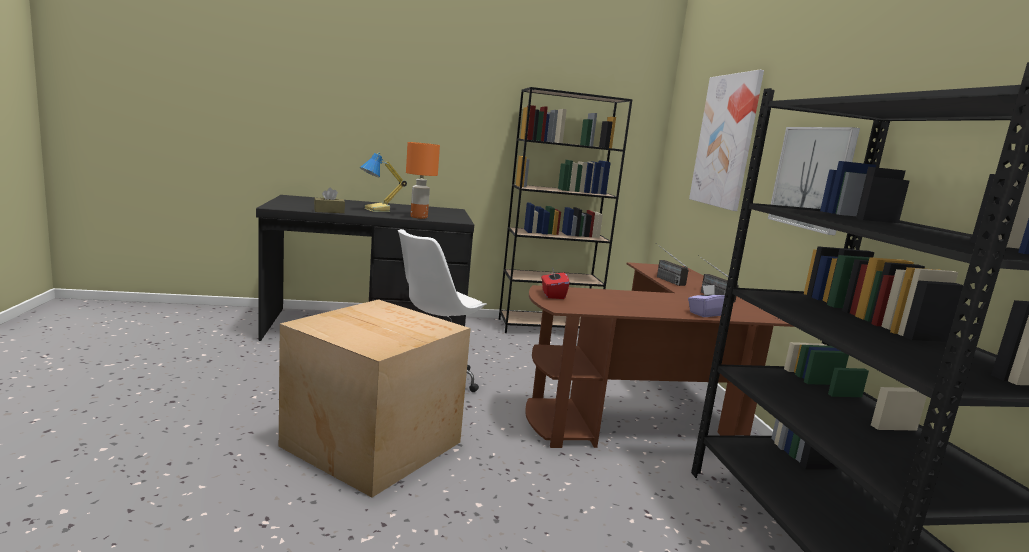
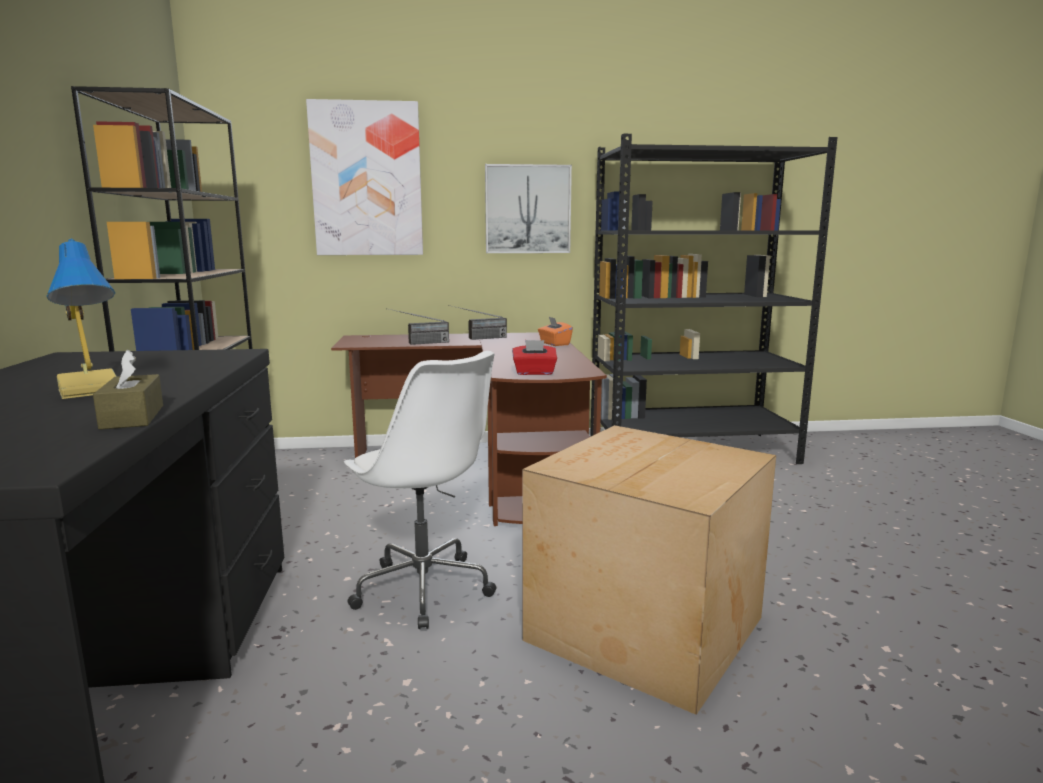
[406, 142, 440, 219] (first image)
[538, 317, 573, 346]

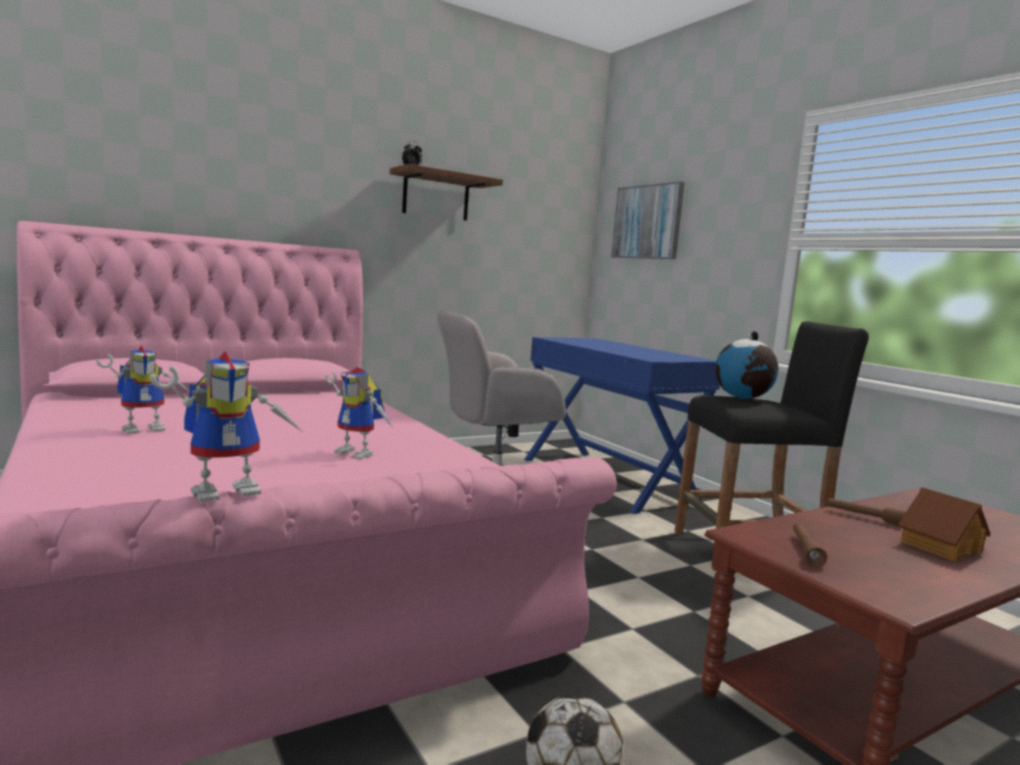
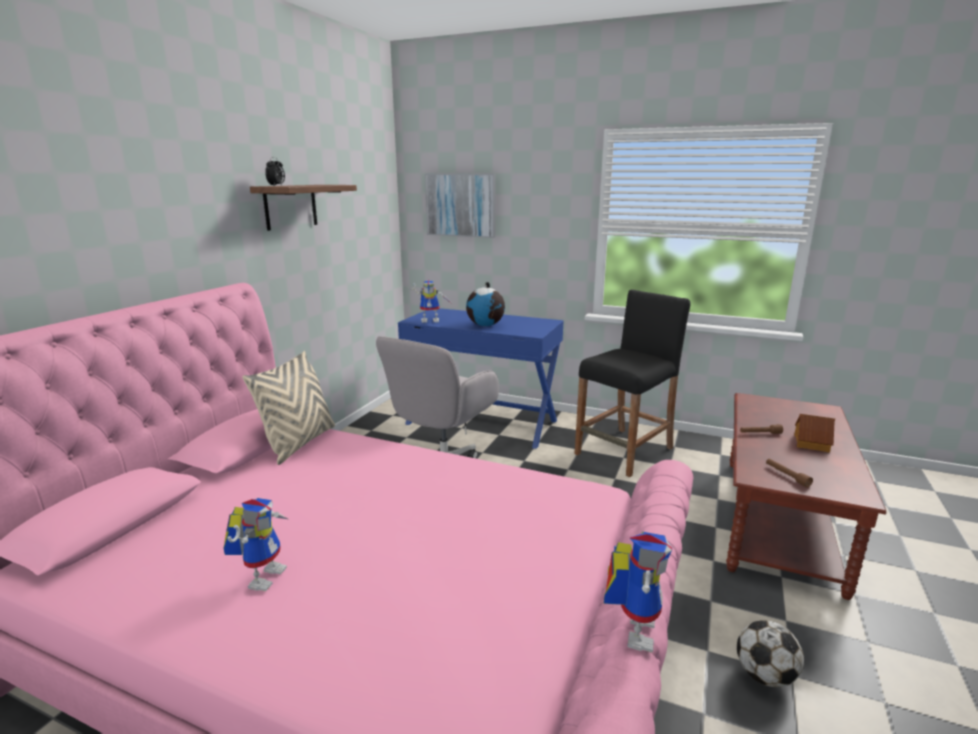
[242, 351, 335, 465]
[409, 279, 451, 323]
[466, 282, 505, 326]

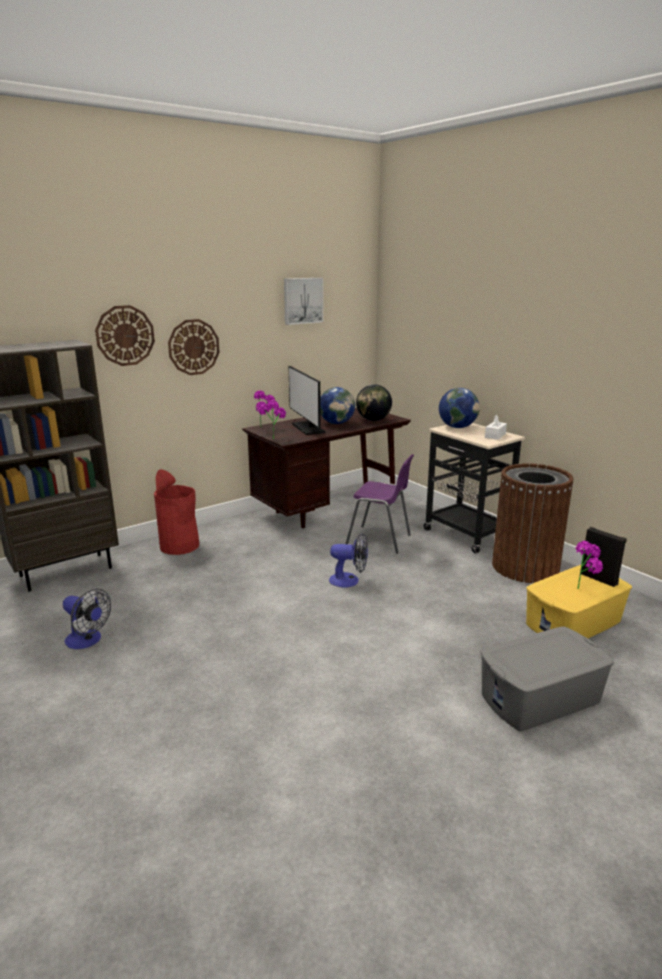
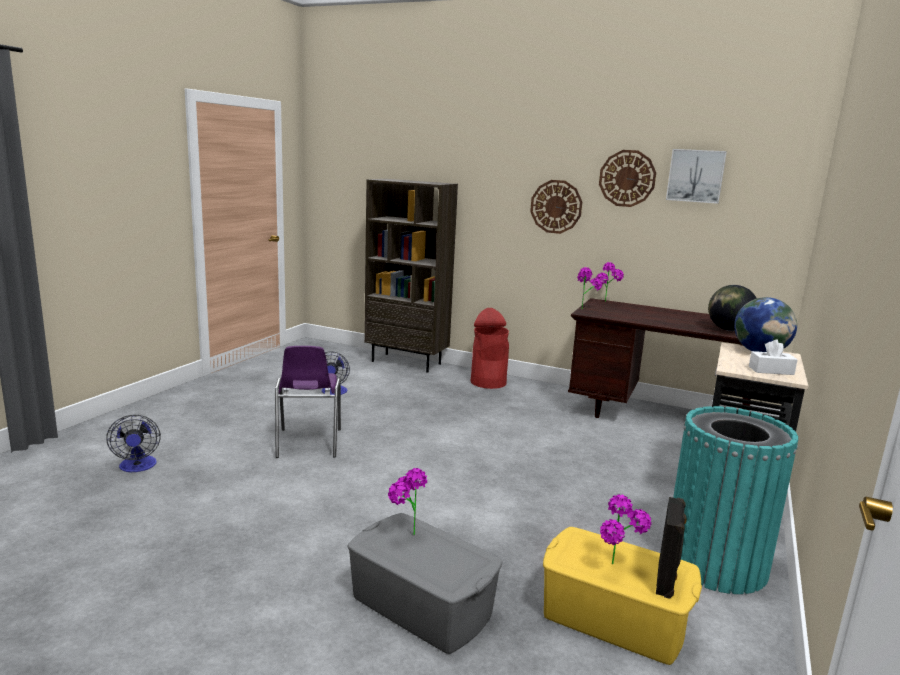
[289, 366, 326, 435] (first image)
[320, 387, 355, 424] (first image)
[388, 468, 427, 535]
[599, 150, 656, 207]
[106, 415, 161, 472]
[275, 346, 341, 458]
[673, 406, 798, 594]

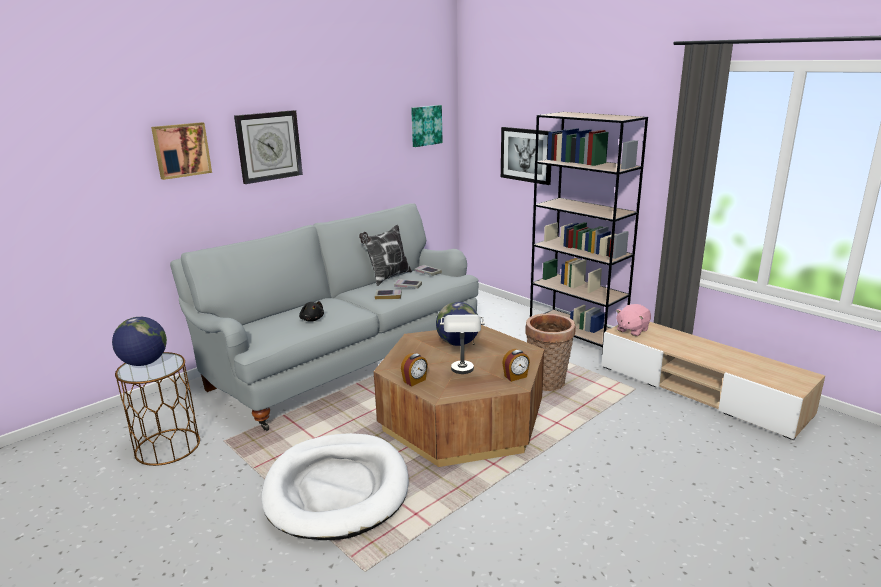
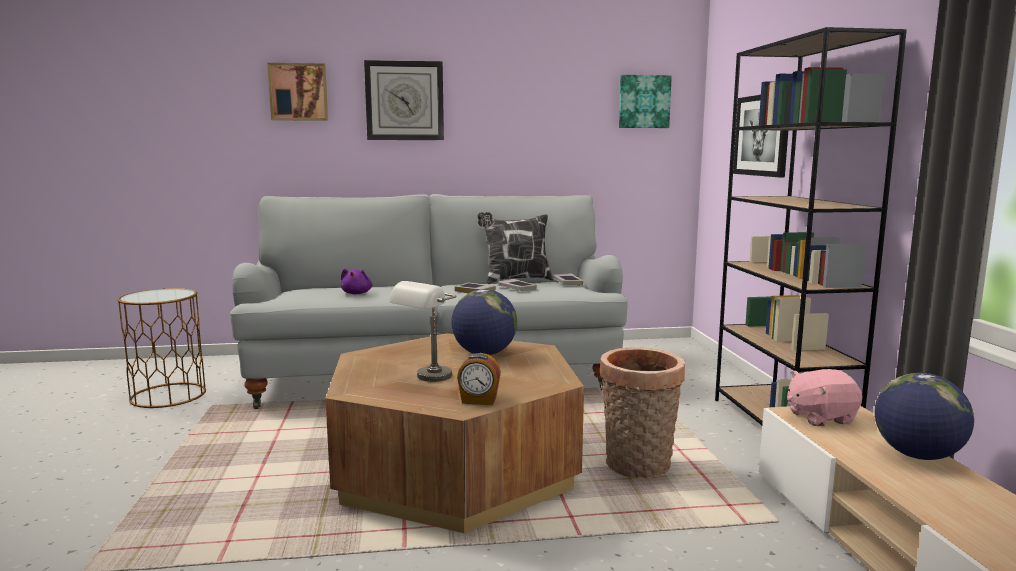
[262, 433, 409, 540] (first image)
[401, 353, 428, 386] (first image)
[875, 373, 974, 460]
[341, 269, 372, 294]

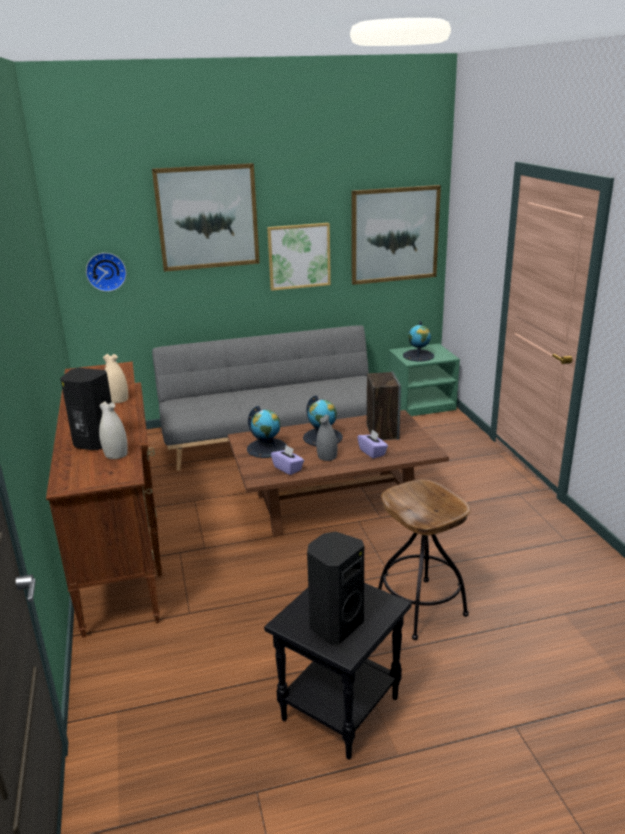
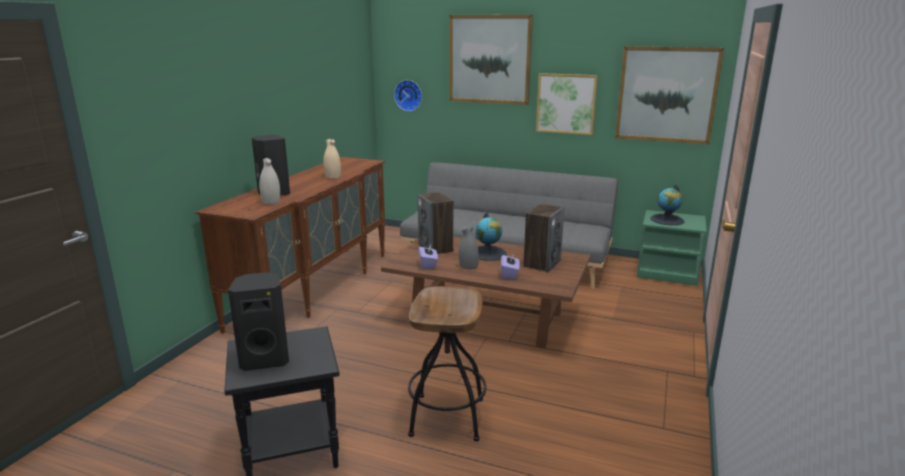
[418, 192, 454, 254]

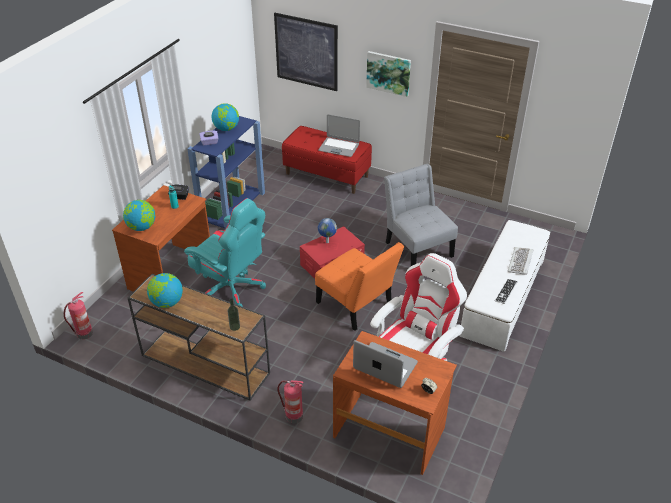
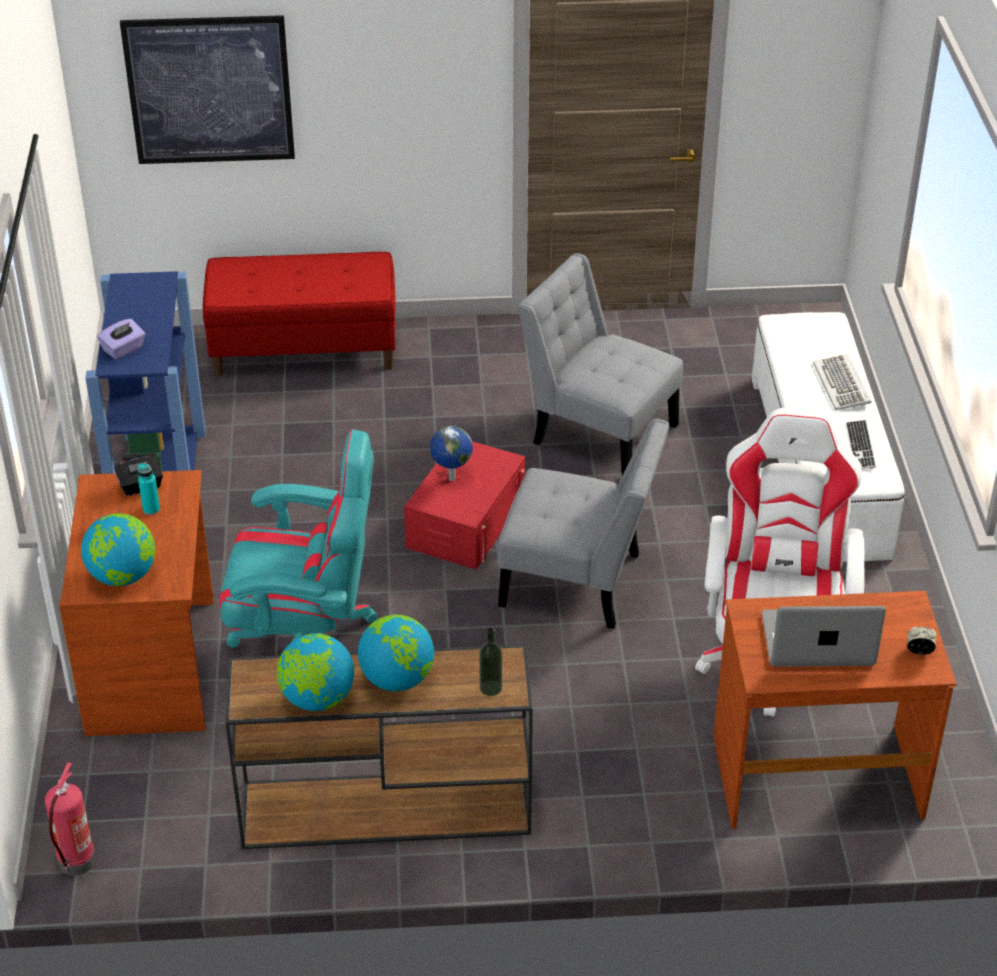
[277, 380, 303, 424] (first image)
[318, 114, 360, 157] (first image)
[366, 51, 411, 97] (first image)
[358, 615, 434, 691]
[498, 419, 670, 629]

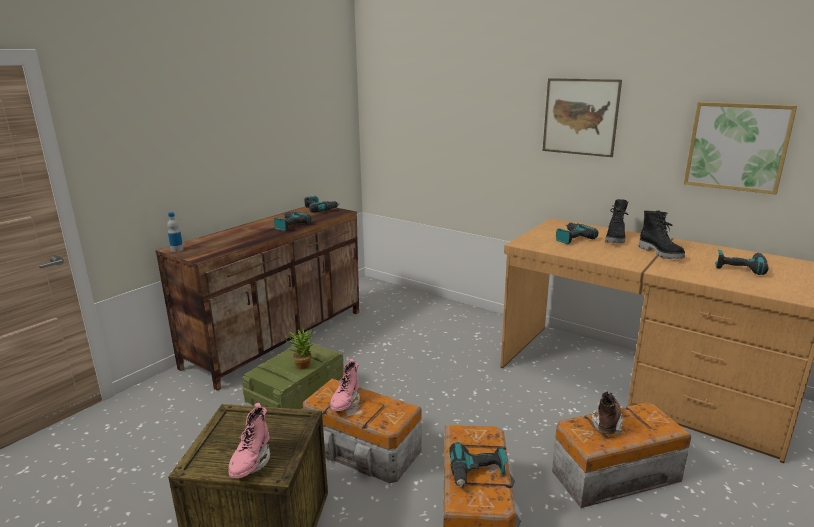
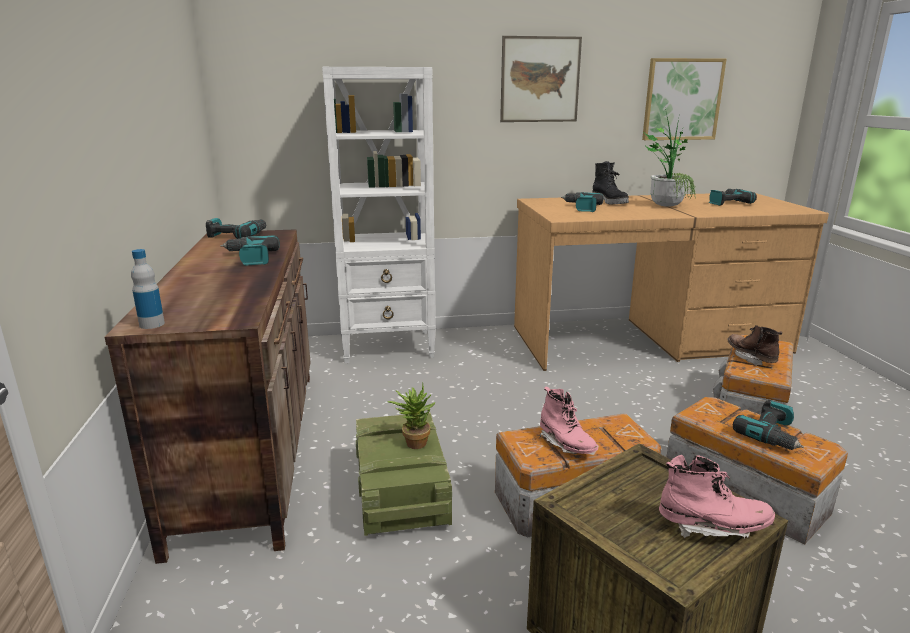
[322, 67, 436, 363]
[645, 109, 696, 207]
[659, 455, 775, 539]

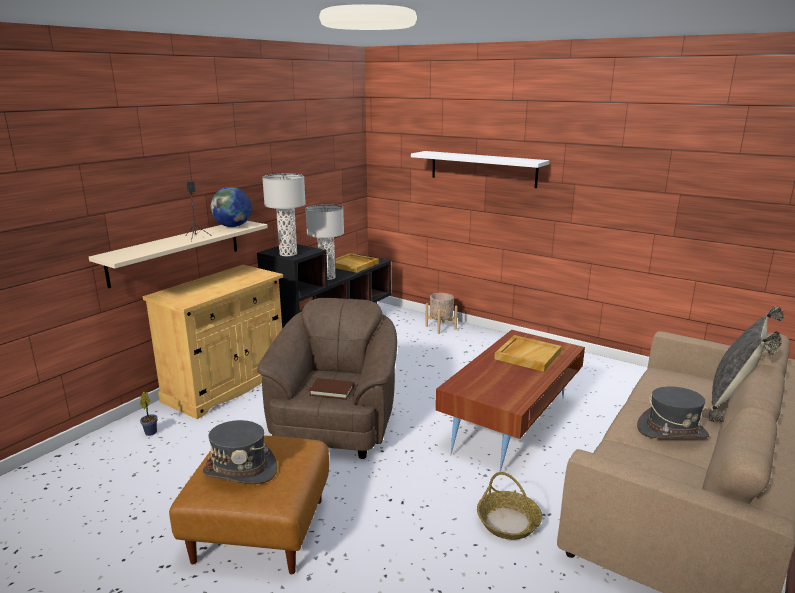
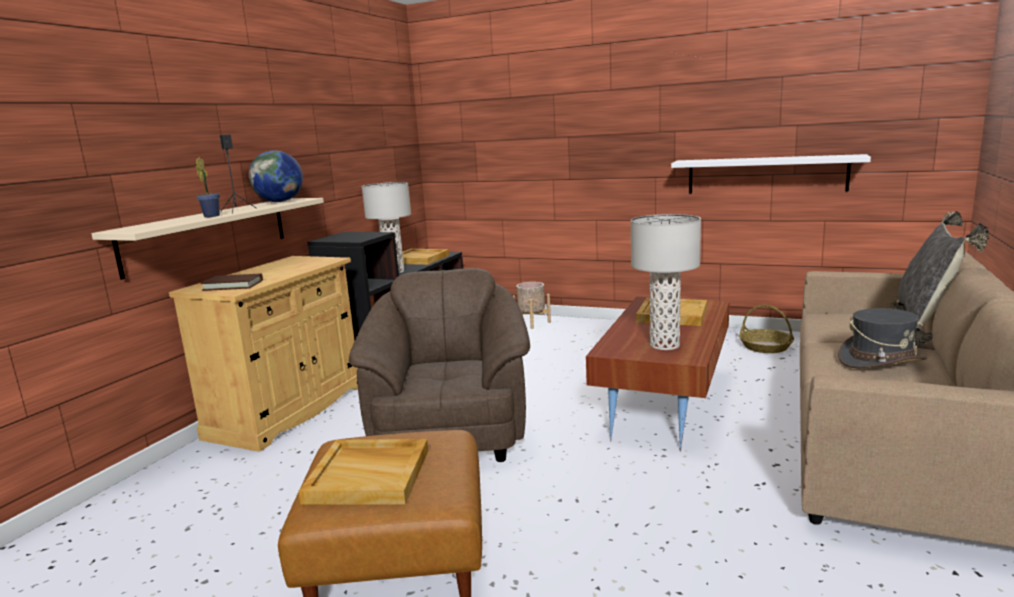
[196, 157, 220, 217]
[631, 214, 701, 350]
[200, 274, 263, 291]
[671, 154, 871, 194]
[739, 305, 794, 353]
[298, 439, 428, 505]

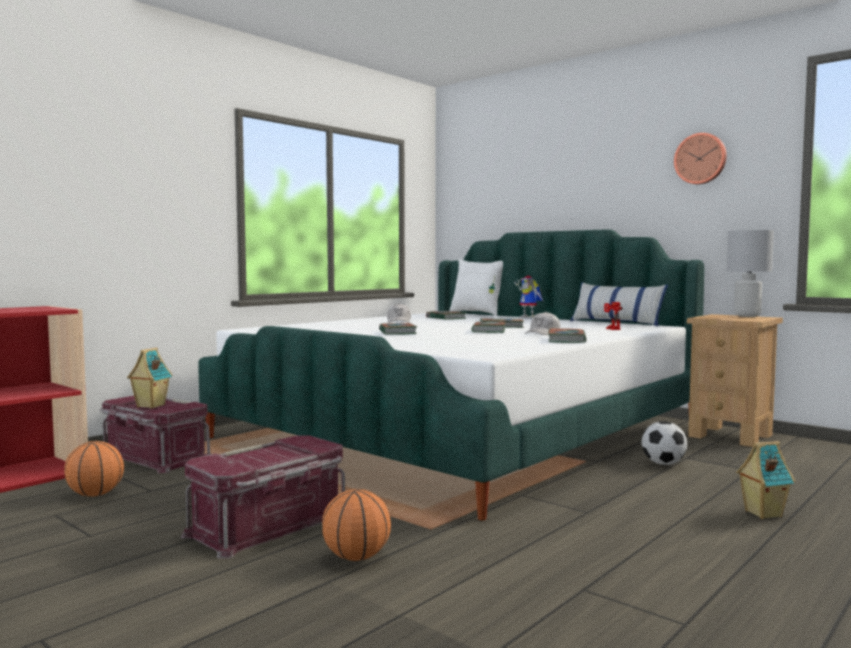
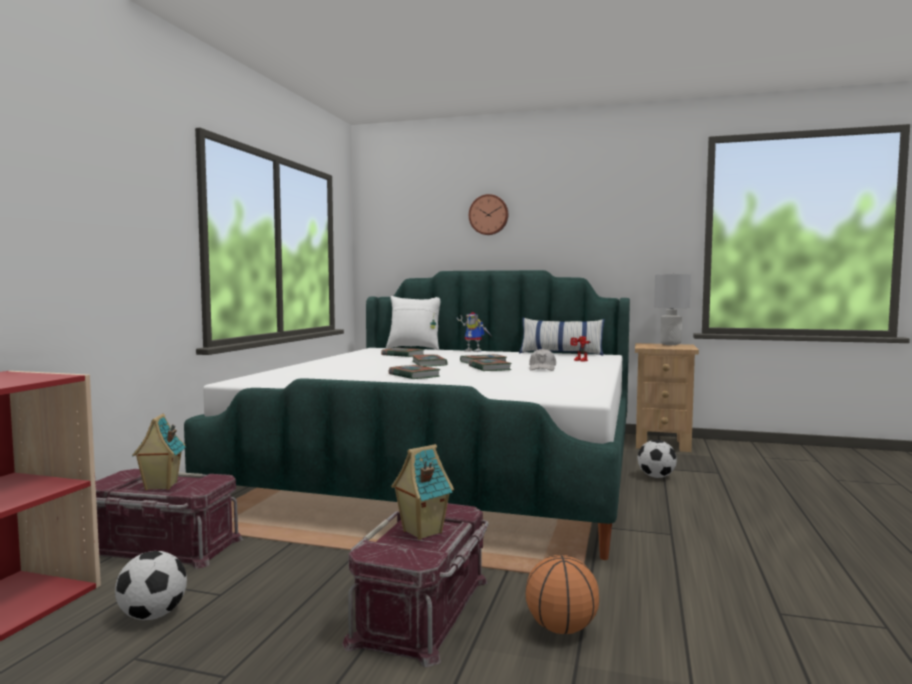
[387, 303, 411, 323] (first image)
[412, 355, 448, 367]
[469, 194, 508, 235]
[391, 444, 454, 540]
[115, 551, 187, 620]

